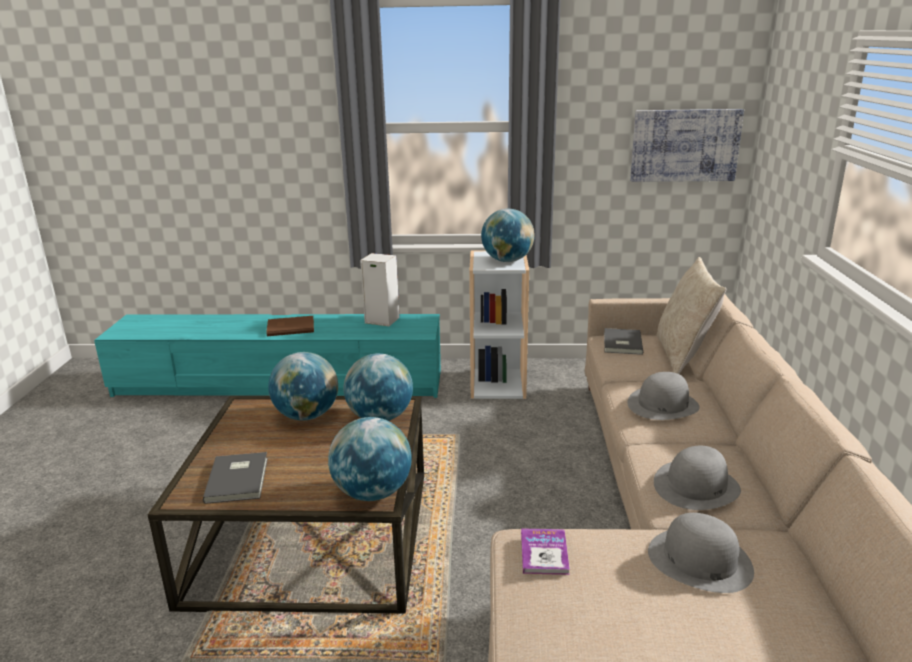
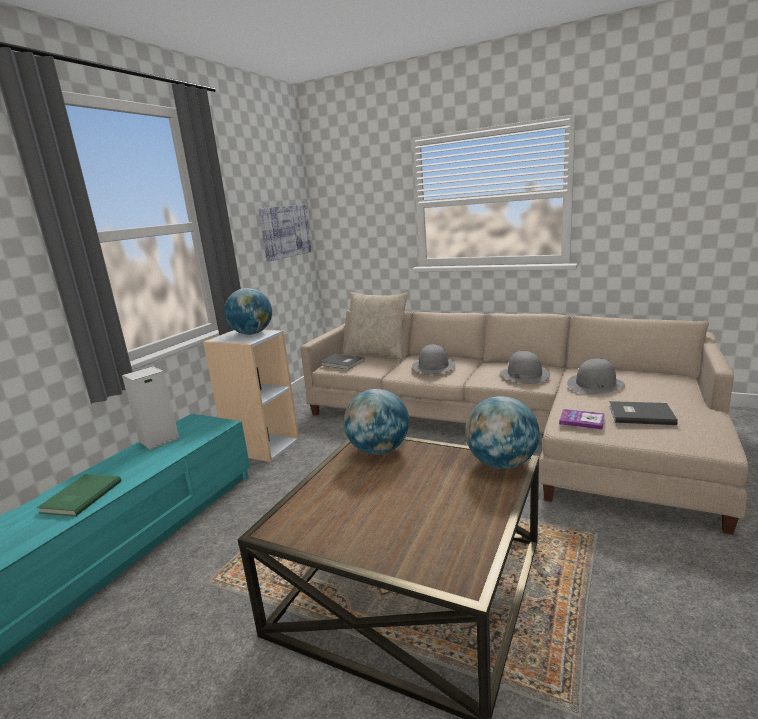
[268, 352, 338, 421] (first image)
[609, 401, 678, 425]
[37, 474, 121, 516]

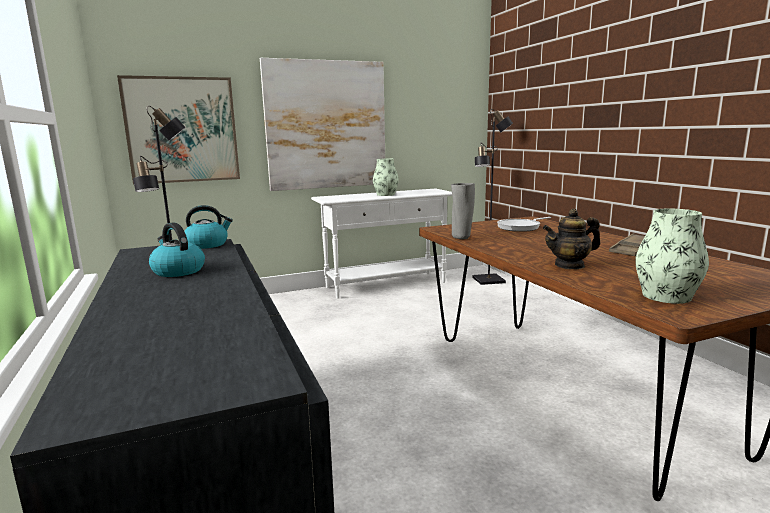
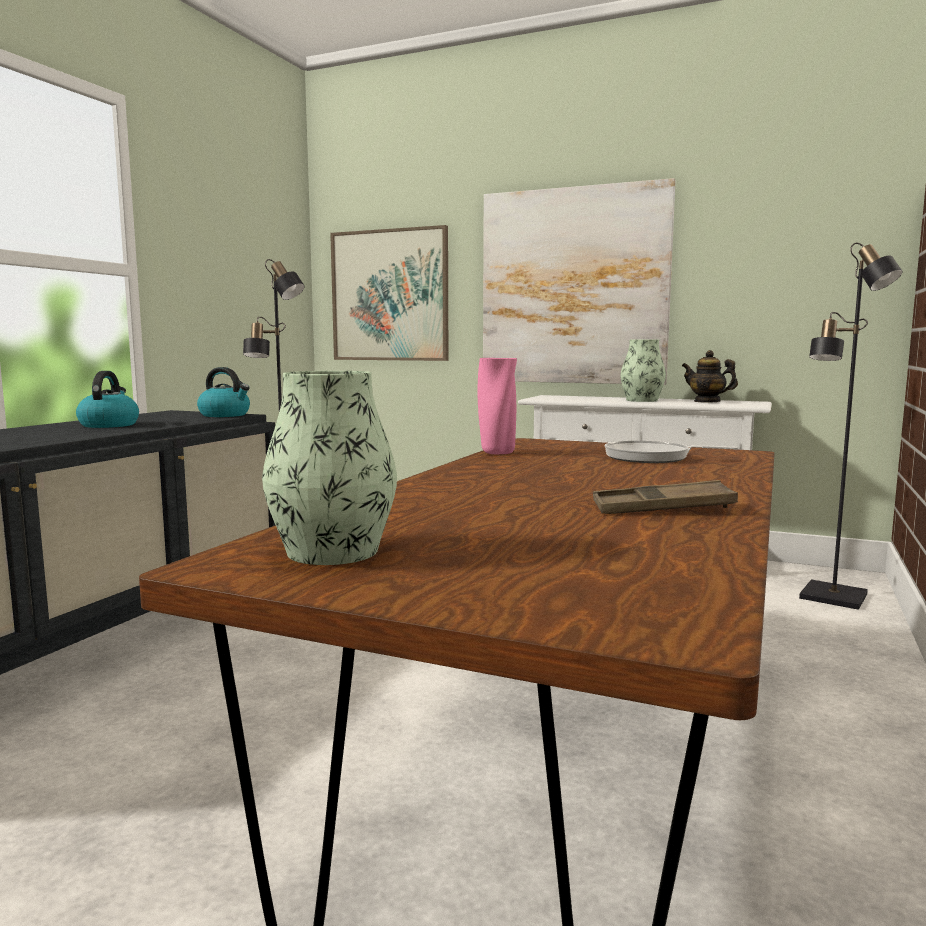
[682, 350, 738, 403]
[478, 358, 517, 454]

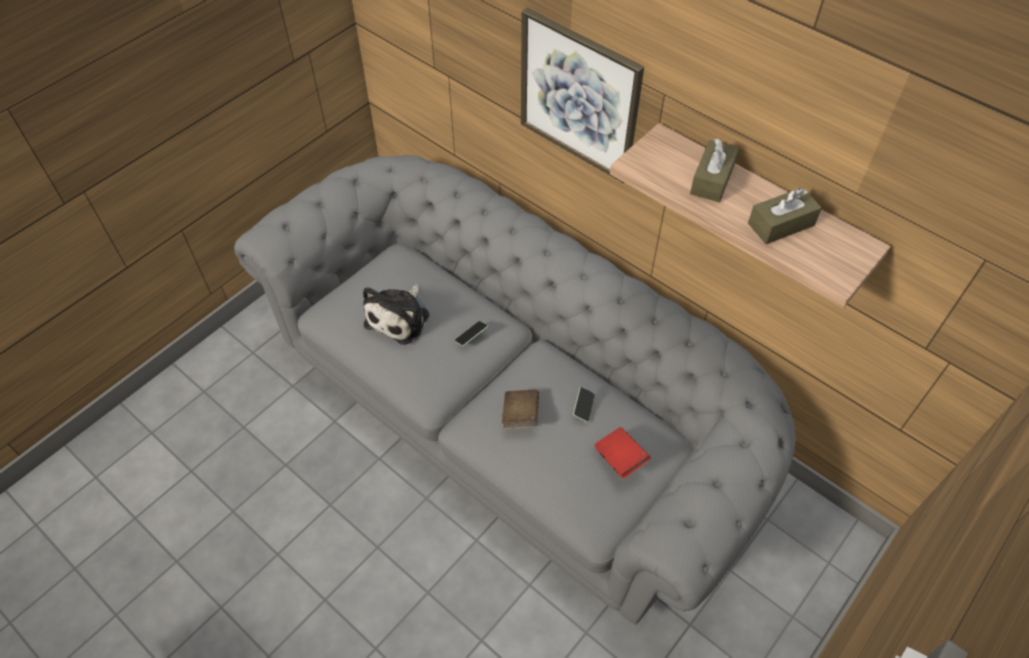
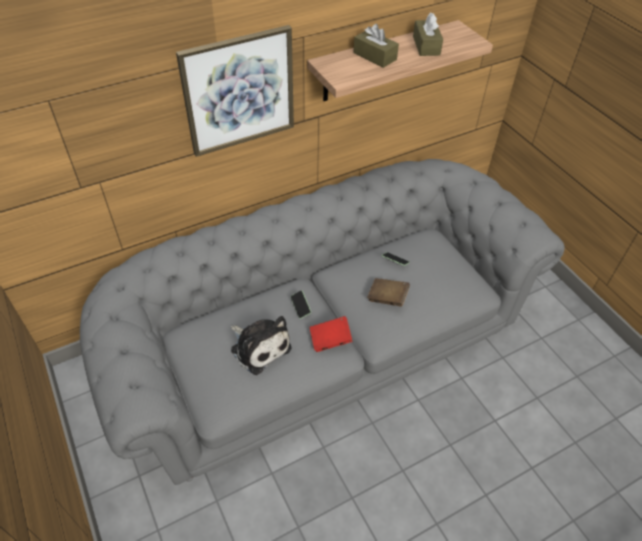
[310, 316, 352, 352]

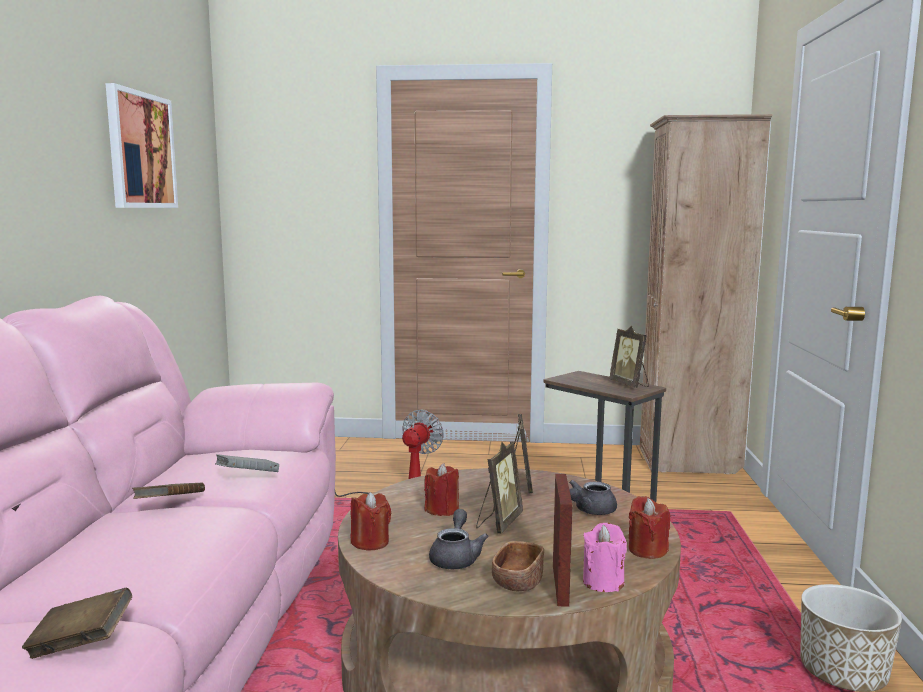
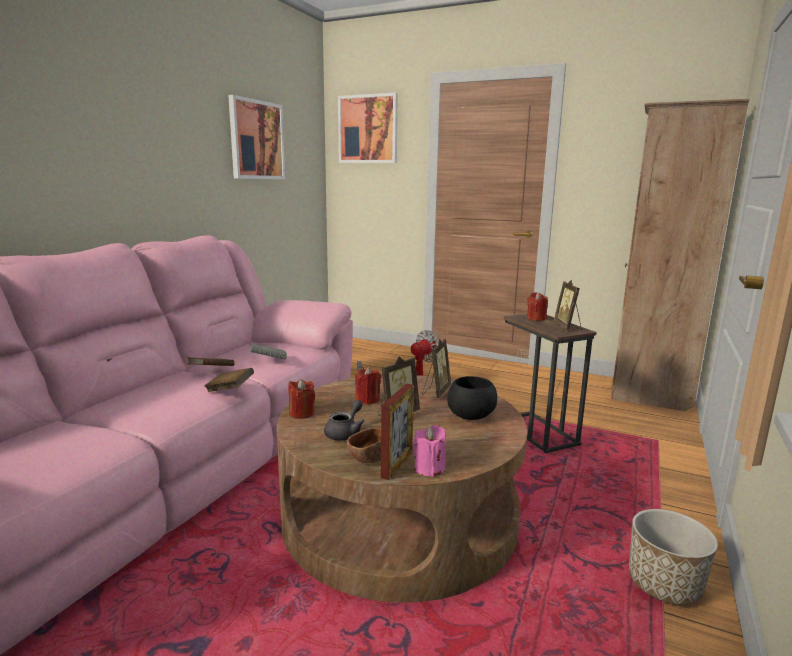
[338, 93, 398, 163]
[204, 368, 254, 392]
[527, 292, 548, 321]
[447, 376, 497, 420]

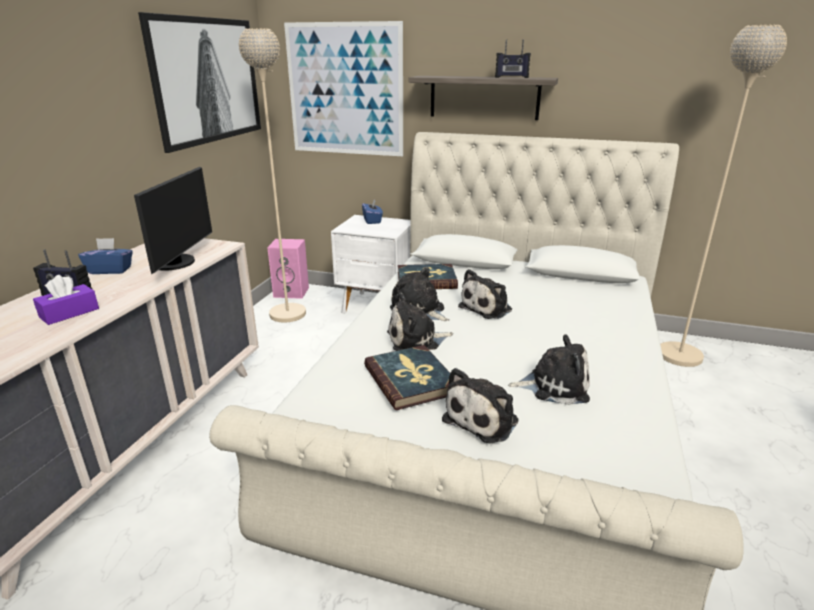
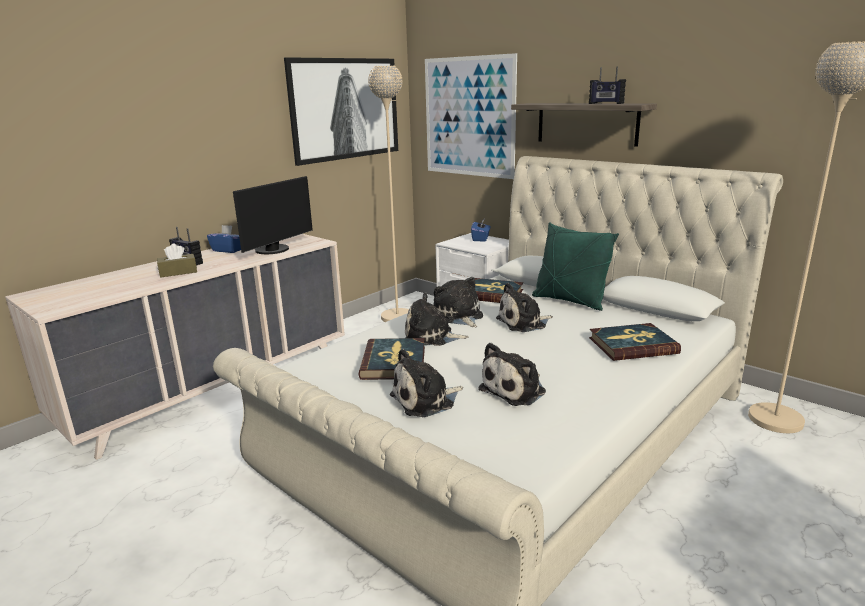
[267, 239, 309, 299] (first image)
[532, 222, 619, 311]
[589, 323, 681, 361]
[157, 243, 197, 278]
[478, 343, 546, 406]

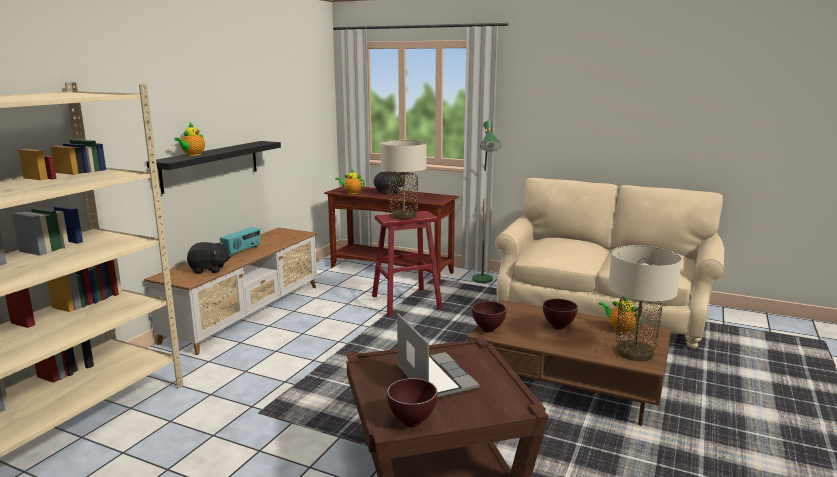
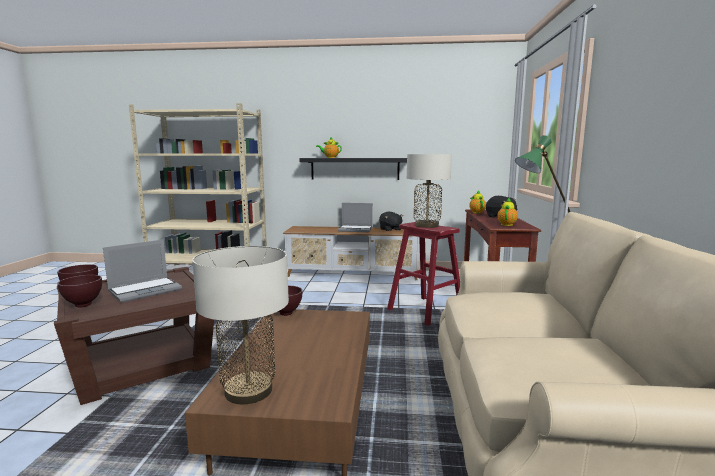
[379, 211, 403, 231]
[57, 275, 102, 307]
[497, 198, 518, 226]
[337, 203, 373, 232]

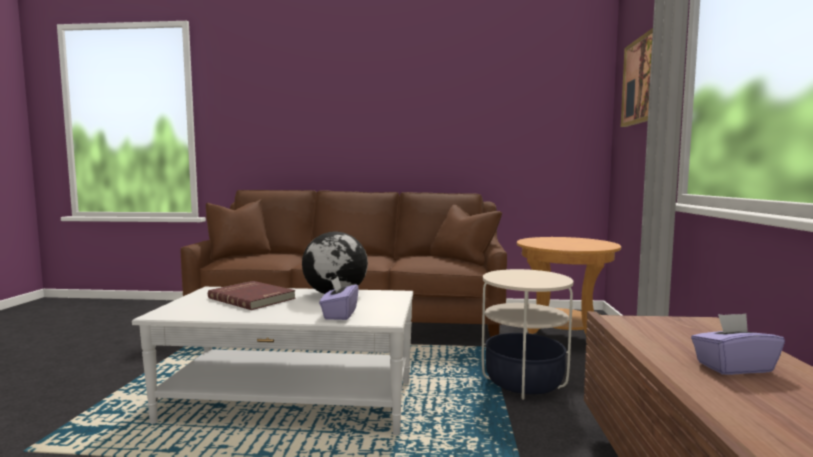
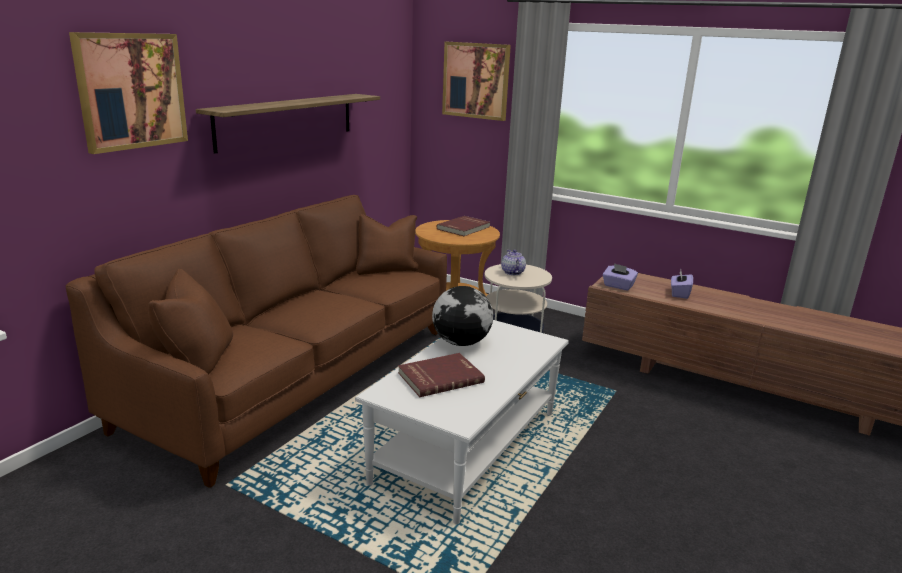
[69, 32, 188, 154]
[196, 94, 380, 154]
[437, 216, 490, 236]
[501, 250, 526, 275]
[602, 263, 638, 291]

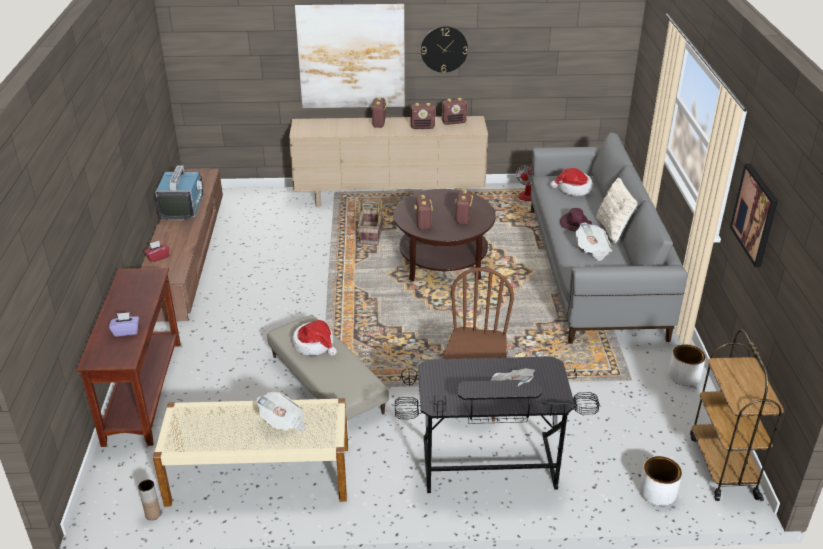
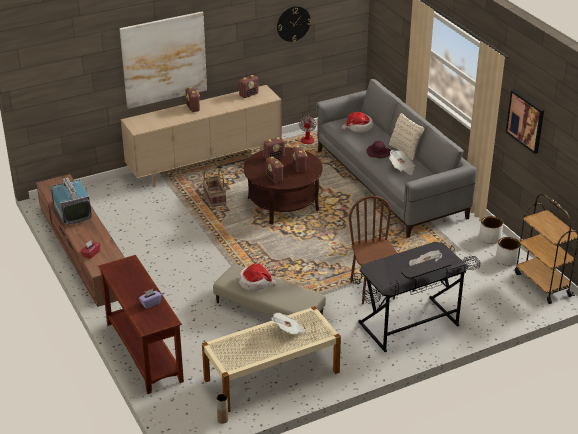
[264, 137, 285, 159]
[277, 6, 311, 42]
[496, 237, 521, 266]

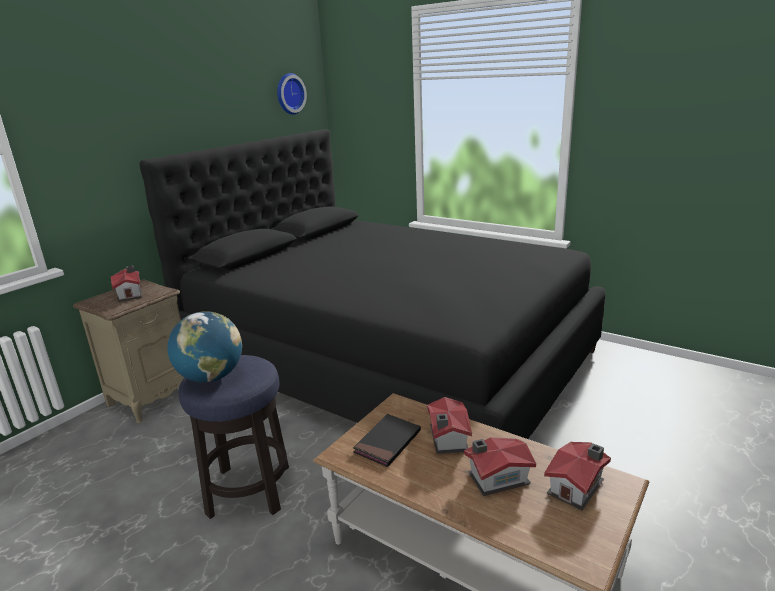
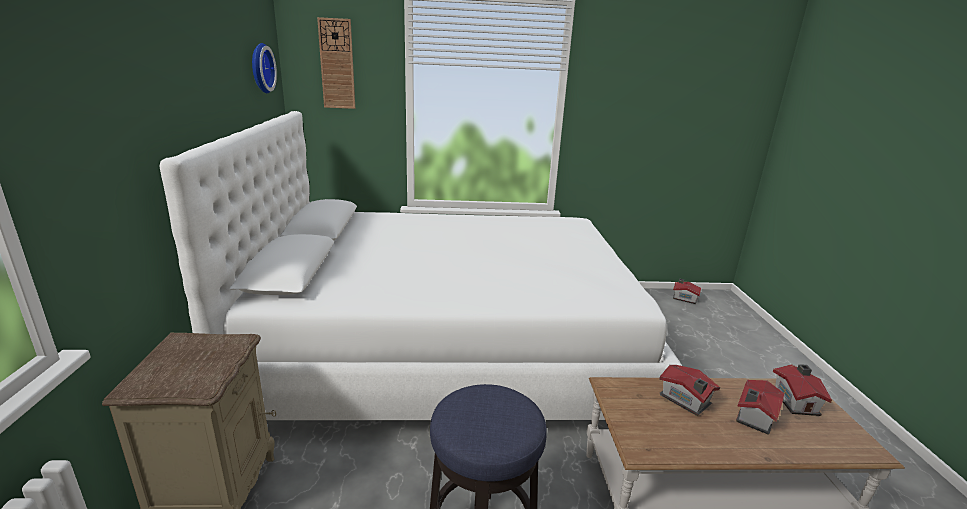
[167, 311, 242, 383] (first image)
[353, 414, 421, 467] (first image)
[317, 17, 355, 109]
[673, 279, 701, 304]
[160, 111, 682, 420]

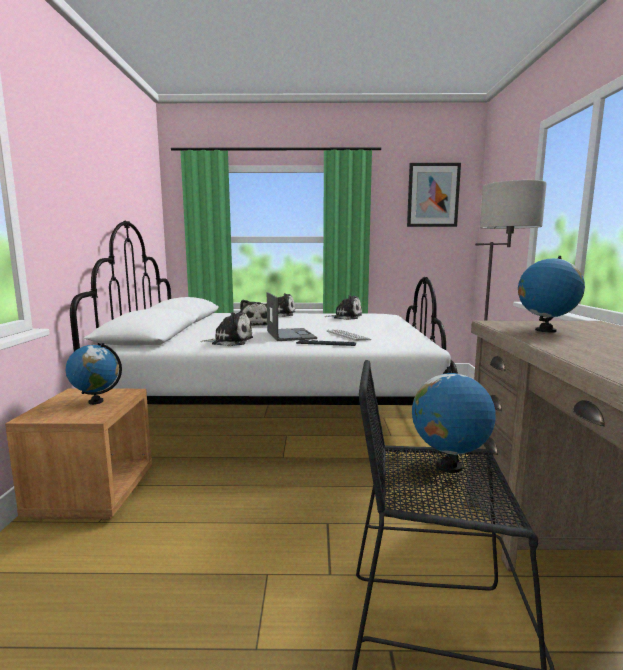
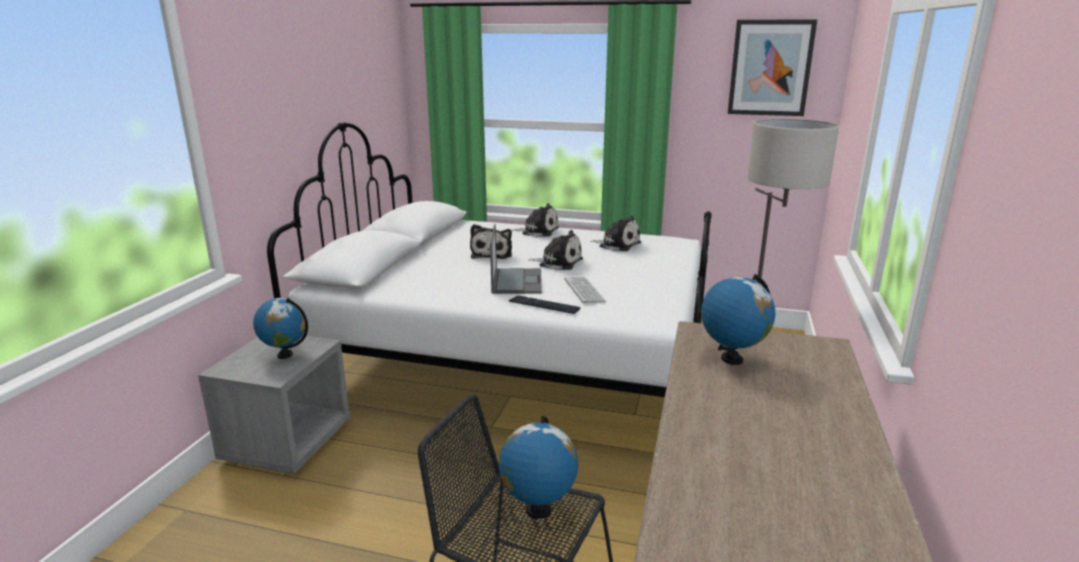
[528, 230, 583, 270]
[198, 335, 350, 474]

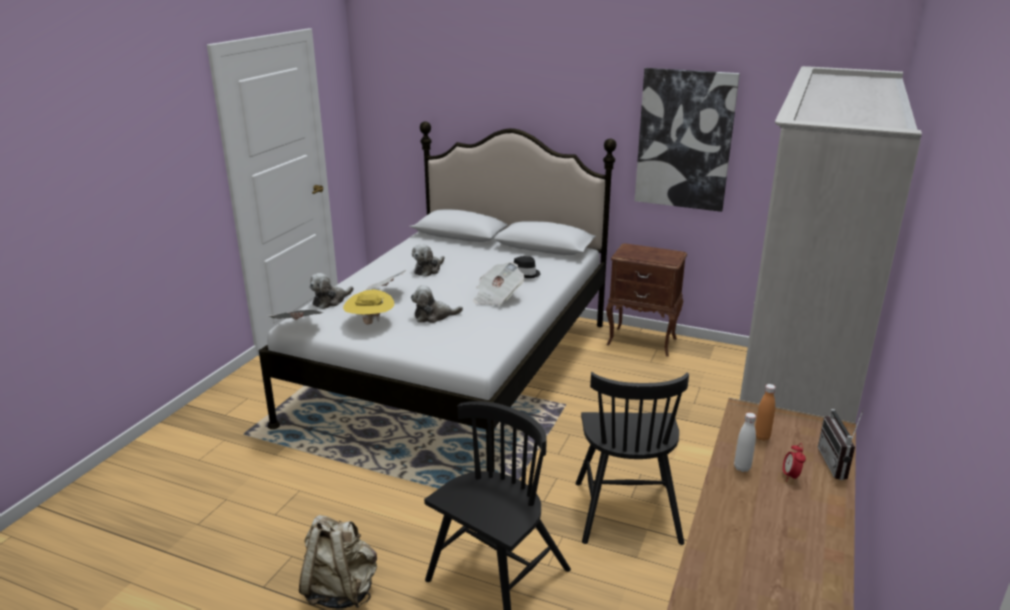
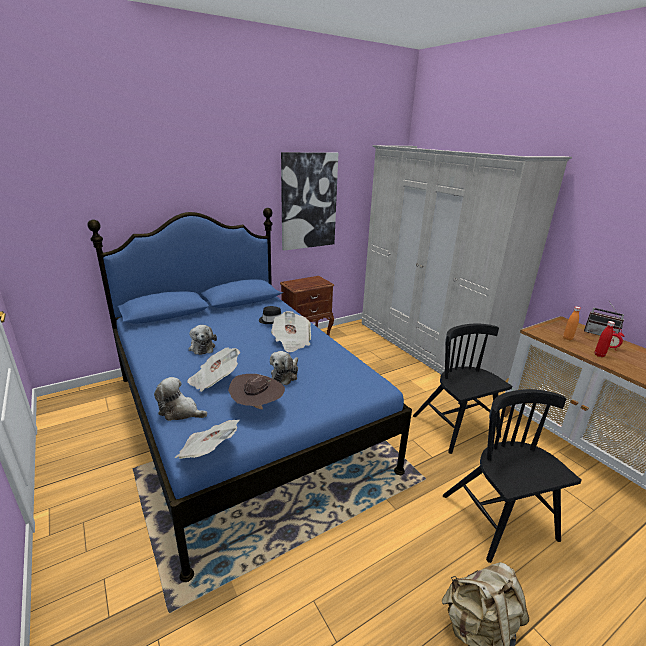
[87, 208, 412, 582]
[228, 374, 285, 409]
[595, 321, 615, 357]
[154, 377, 207, 421]
[413, 324, 512, 454]

